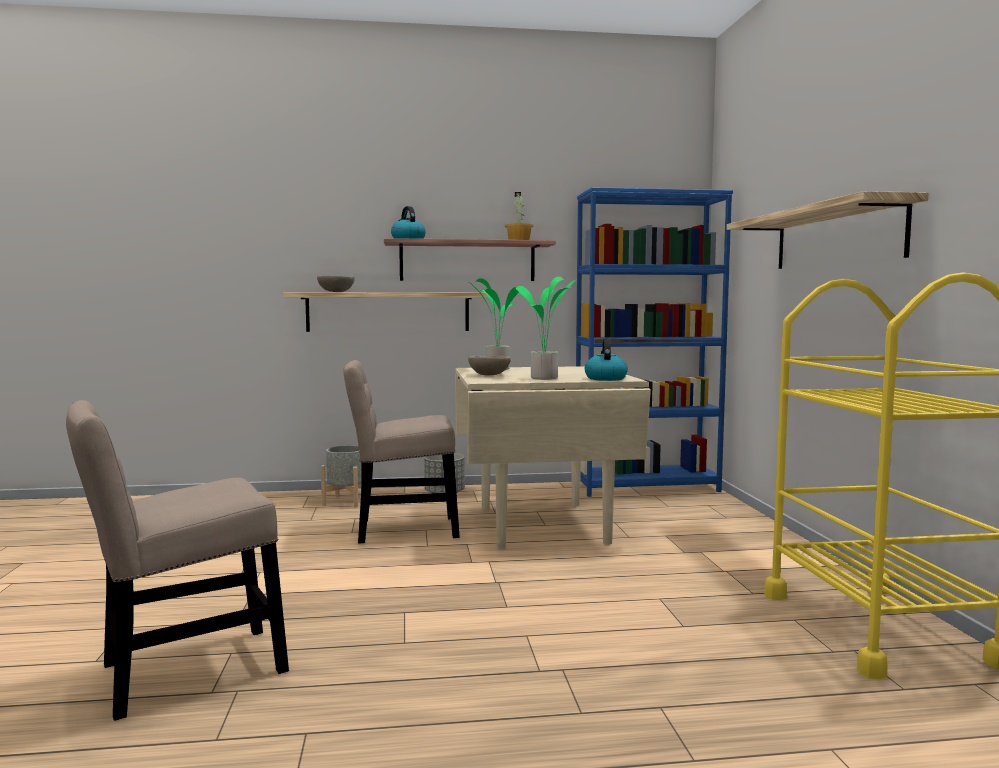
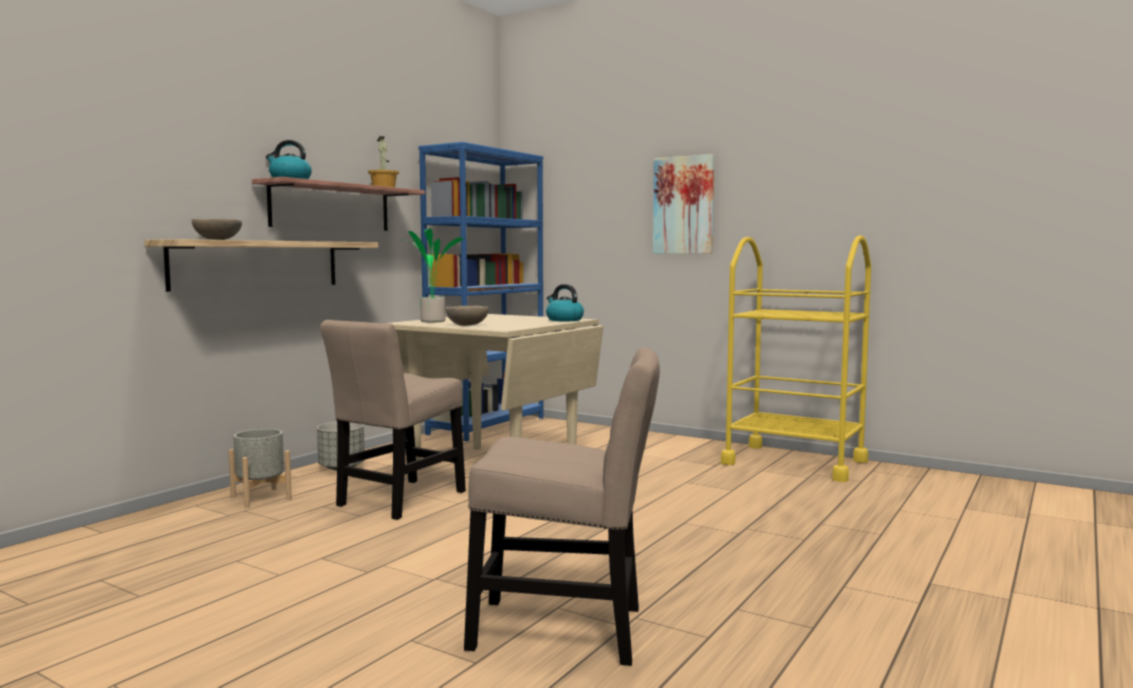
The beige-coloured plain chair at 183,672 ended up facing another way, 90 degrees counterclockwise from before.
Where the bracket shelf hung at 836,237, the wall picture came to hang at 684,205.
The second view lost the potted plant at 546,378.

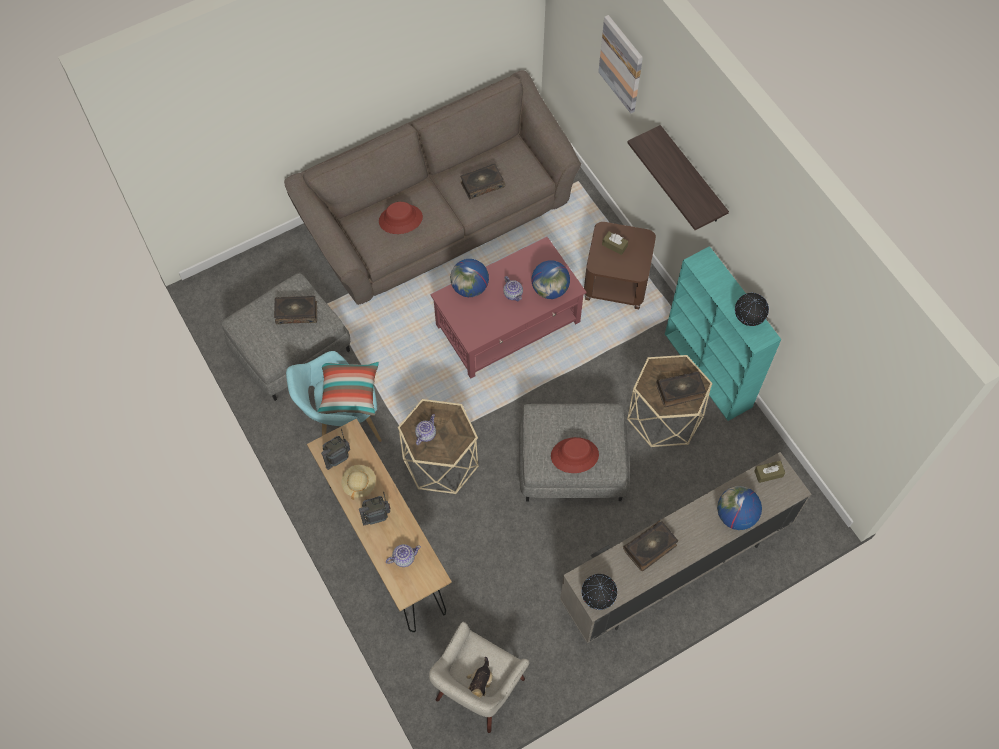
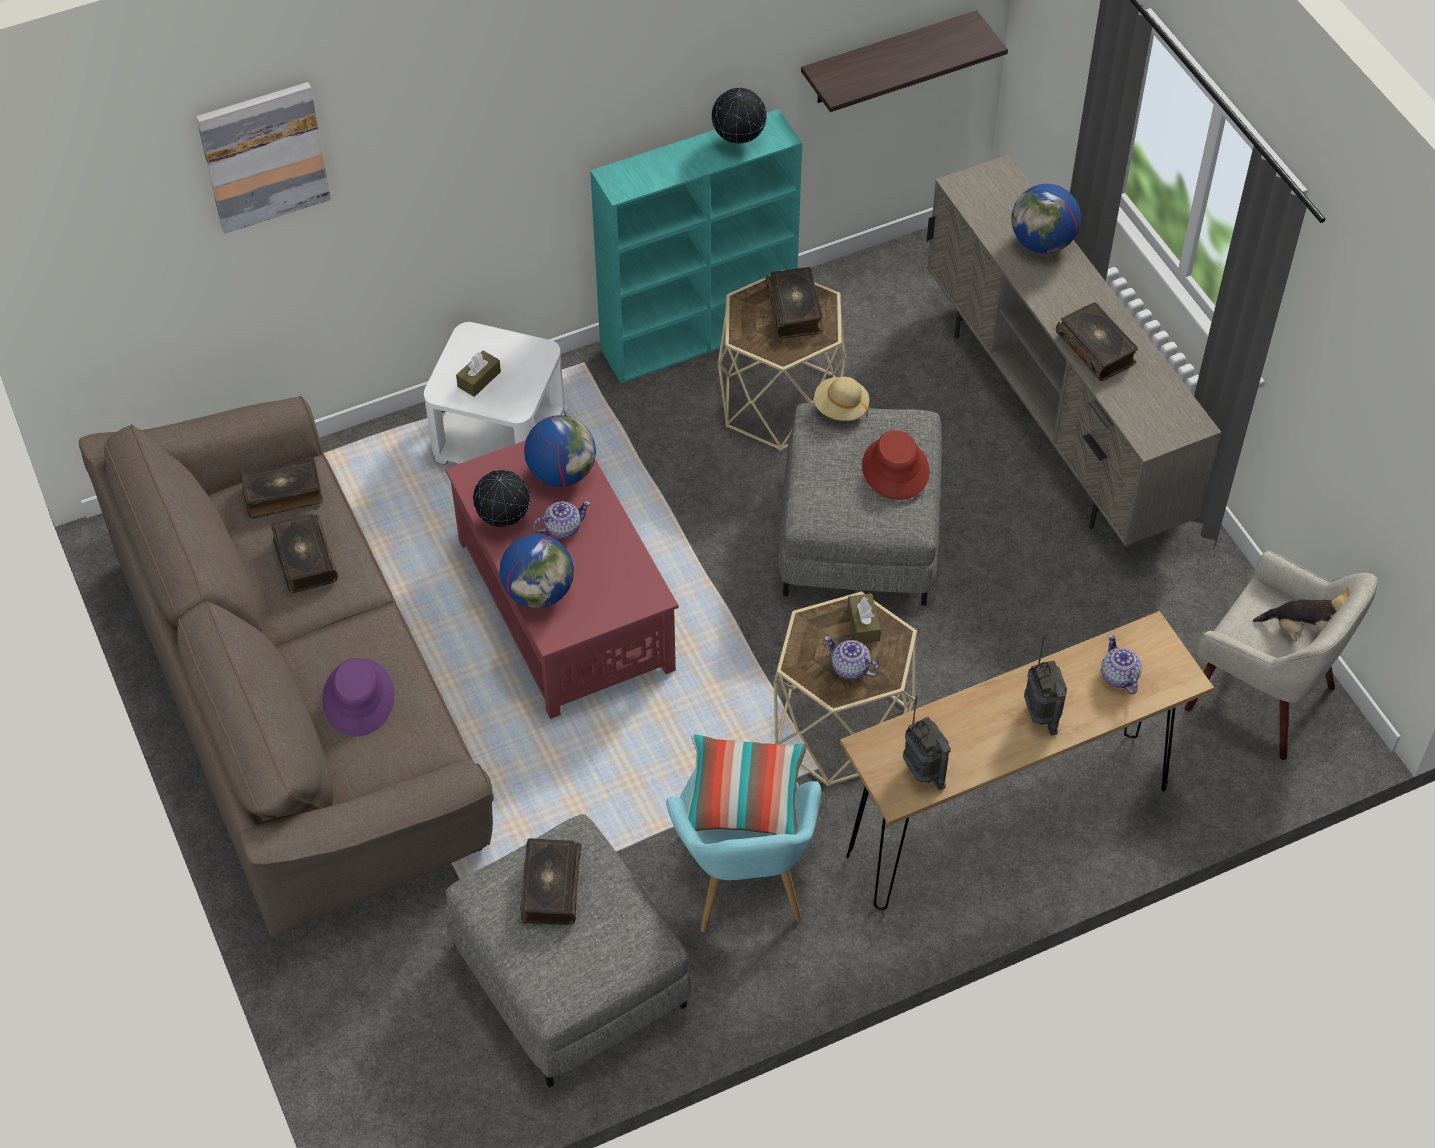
The second view gained the volume at 283,494.
What was the red hat at 400,219 turned into the purplish hat at 359,698.
What was the brown end table at 616,280 turned into the white end table at 499,437.
The world globe ended up elsewhere, having gone from 597,598 to 504,521.
The bracket shelf ended up elsewhere, having gone from 691,177 to 888,58.
The beige-coloured hat ended up elsewhere, having gone from 359,484 to 840,408.
The brown tissue box ended up elsewhere, having gone from 768,473 to 863,624.

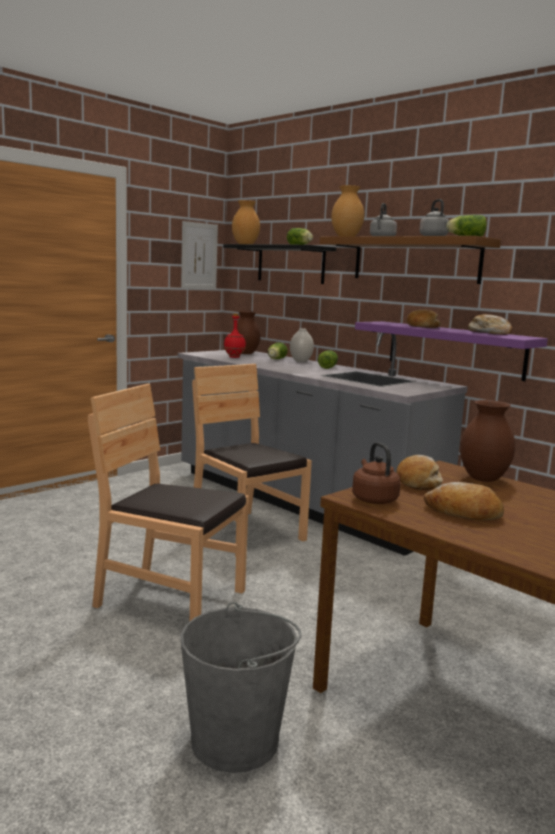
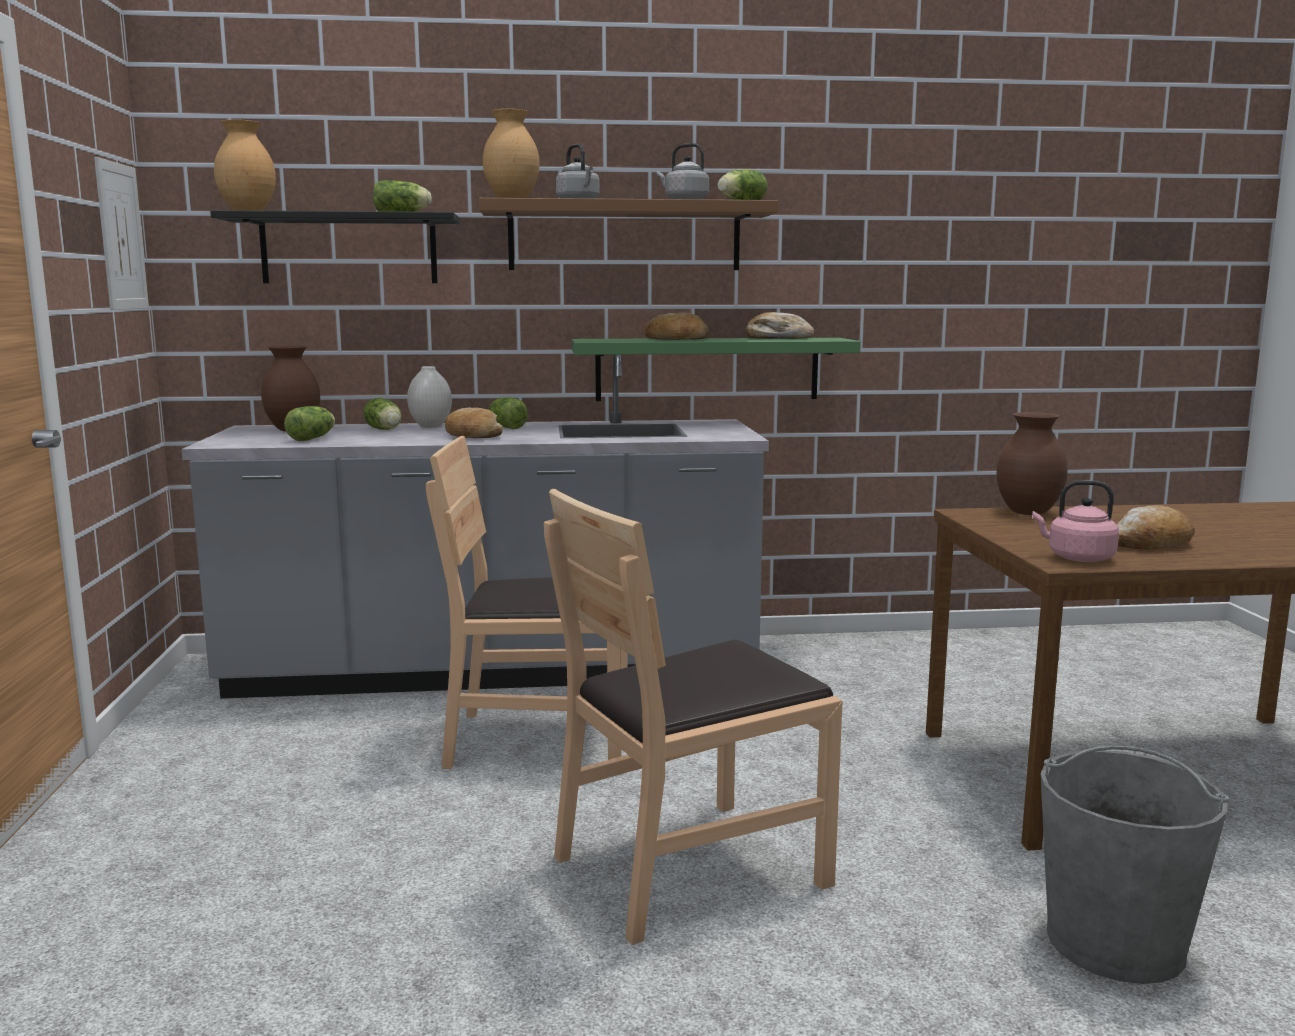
Where the red drink bottle stood at 234,357, the lettuce came to stand at 313,438.
The bread ended up elsewhere, having gone from 418,482 to 472,436.
What was the purplish bracket shelf at 454,349 turned into the green-coloured bracket shelf at 707,369.
What was the brown kettle at 373,499 turned into the pink-coloured kettle at 1077,558.

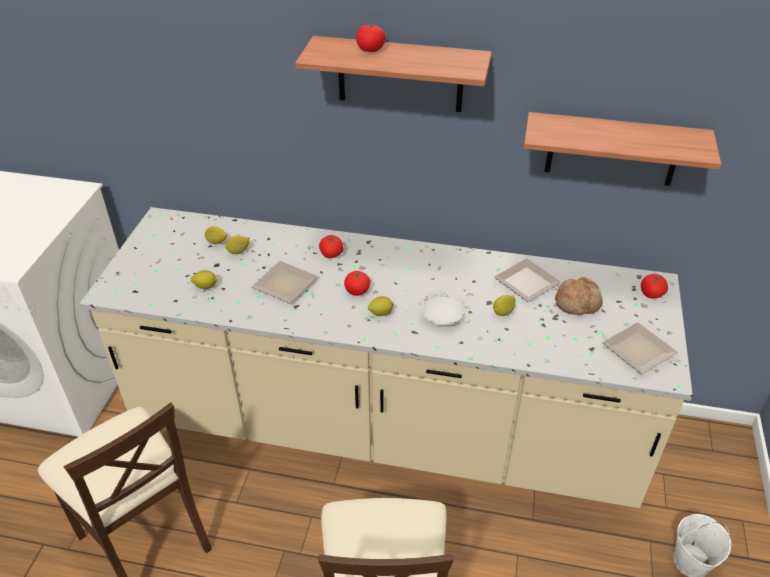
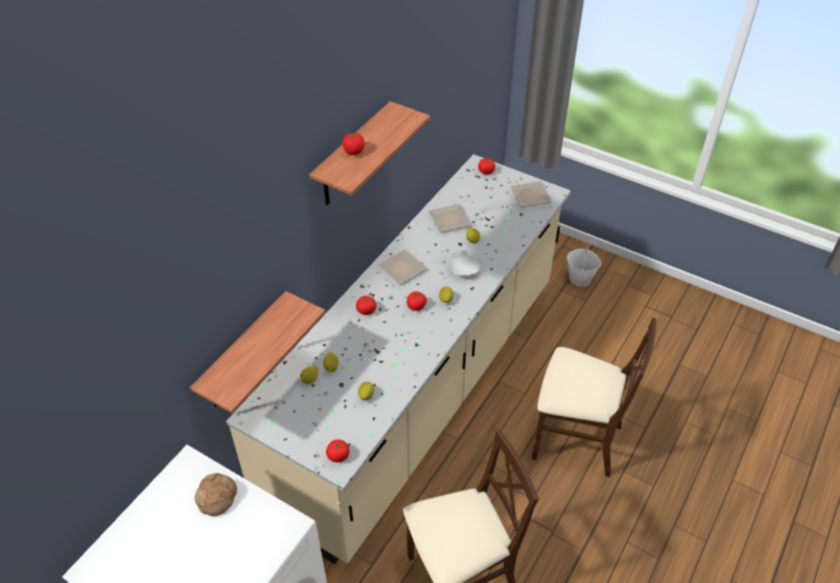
The bracket shelf ended up elsewhere, having gone from 612,149 to 244,353.
The bread ended up elsewhere, having gone from 577,302 to 216,497.
The second view gained the tomato at 338,456.
The plate ended up elsewhere, having gone from 285,286 to 404,269.

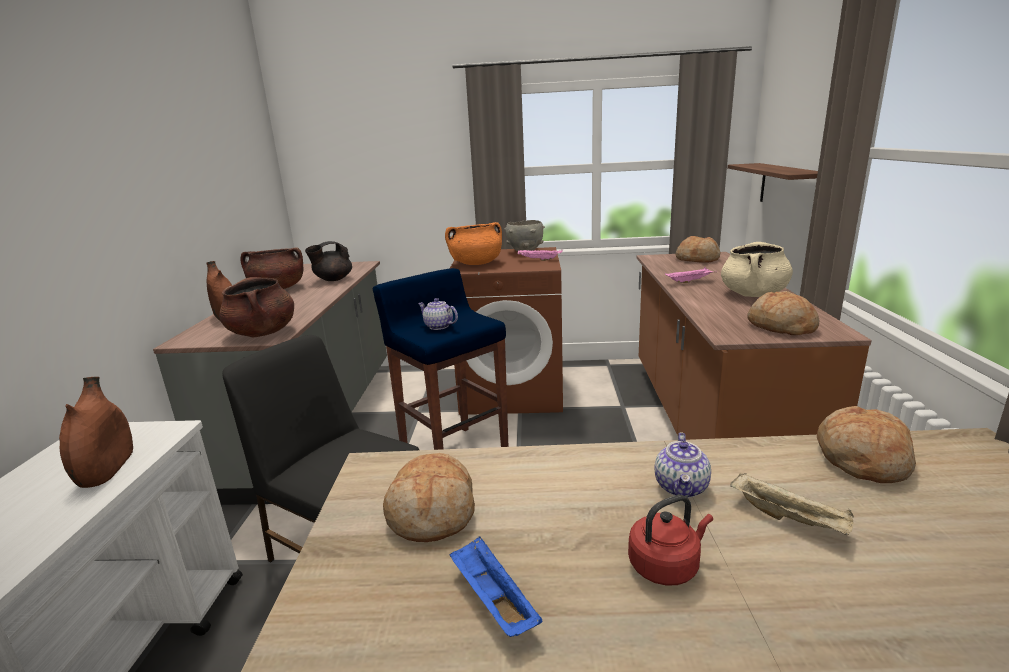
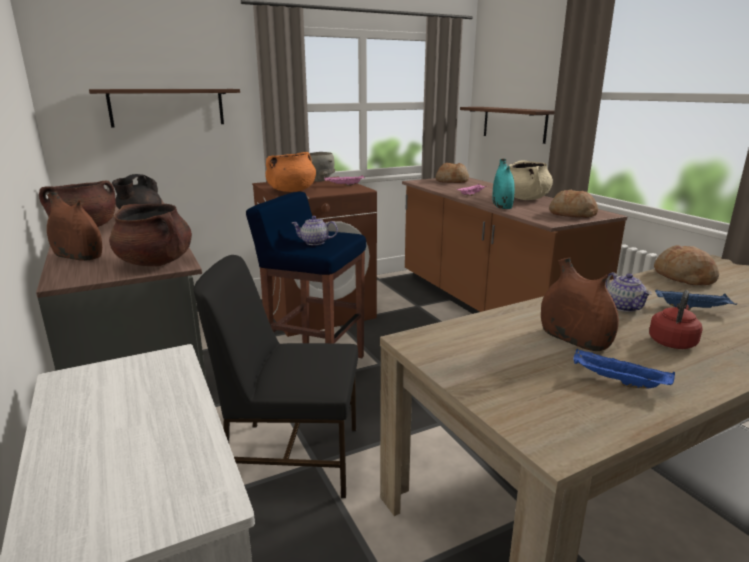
The second view gained the bracket shelf at 167,107.
The second view gained the turquoise flower vase at 501,206.
The brown flower vase ended up elsewhere, having gone from 106,468 to 574,340.
What was the beige-coloured serving tray at 789,518 turned into the blue-coloured serving tray at 692,308.
The second view lost the bread at 432,512.

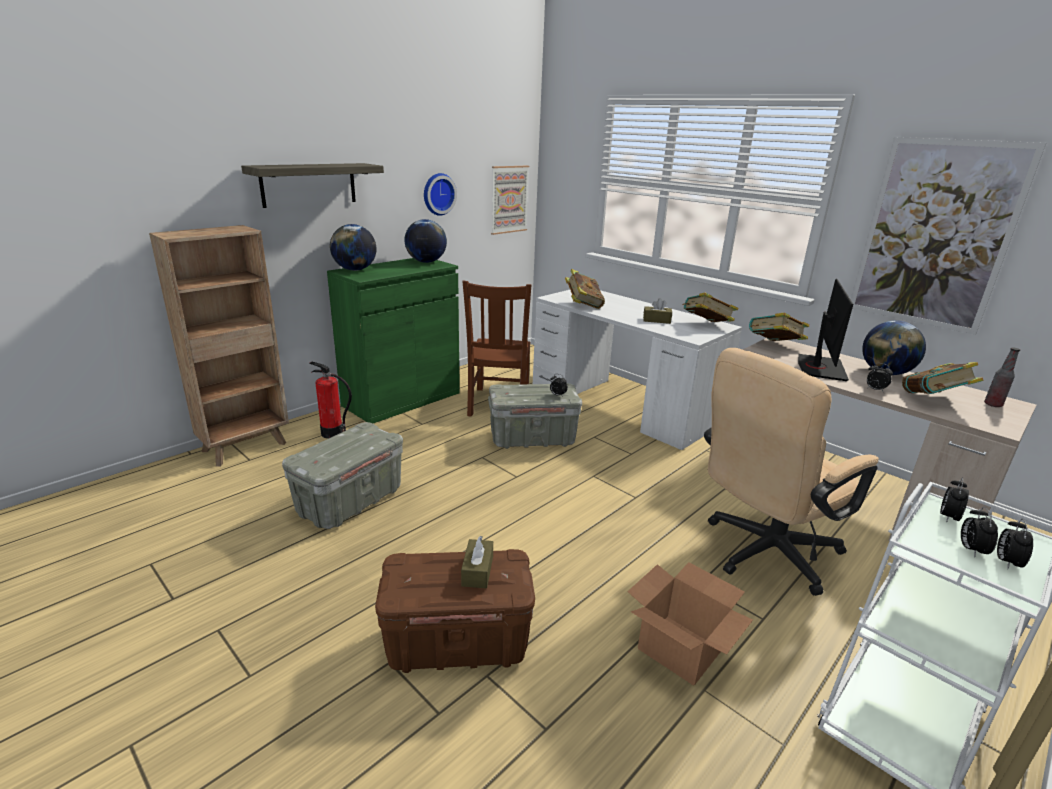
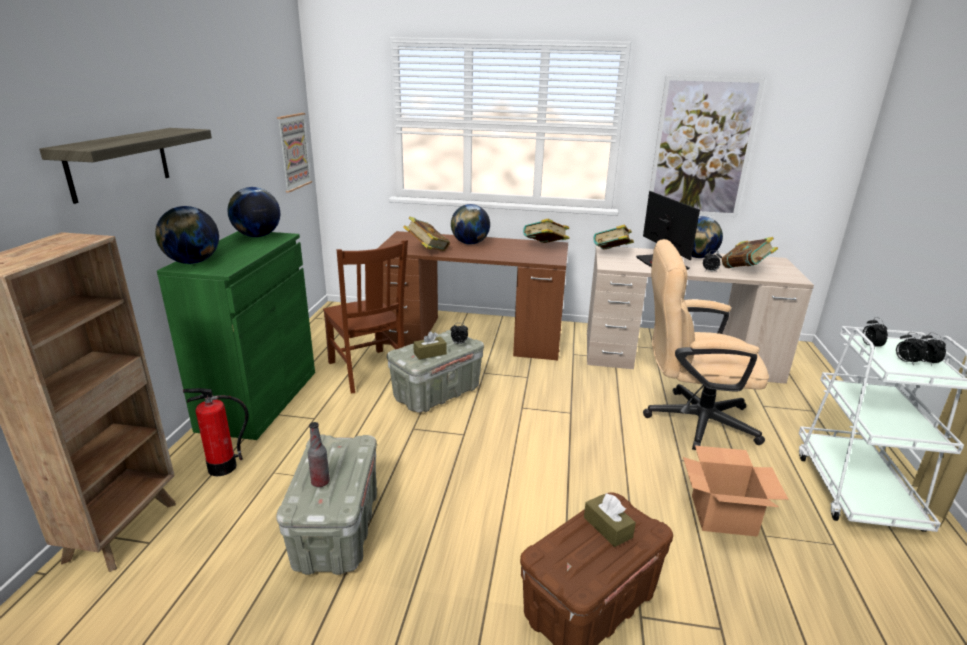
The drink bottle ended up elsewhere, having gone from 993,405 to 320,482.
What was the white desk table at 622,404 turned into the brown desk table at 473,336.
The brown tissue box ended up elsewhere, having gone from 656,320 to 430,353.
The second view gained the world globe at 470,243.
The beige-coloured desk chair at 762,554 ended up facing another way, 75 degrees clockwise from before.
The second view lost the hanging clock at 438,194.

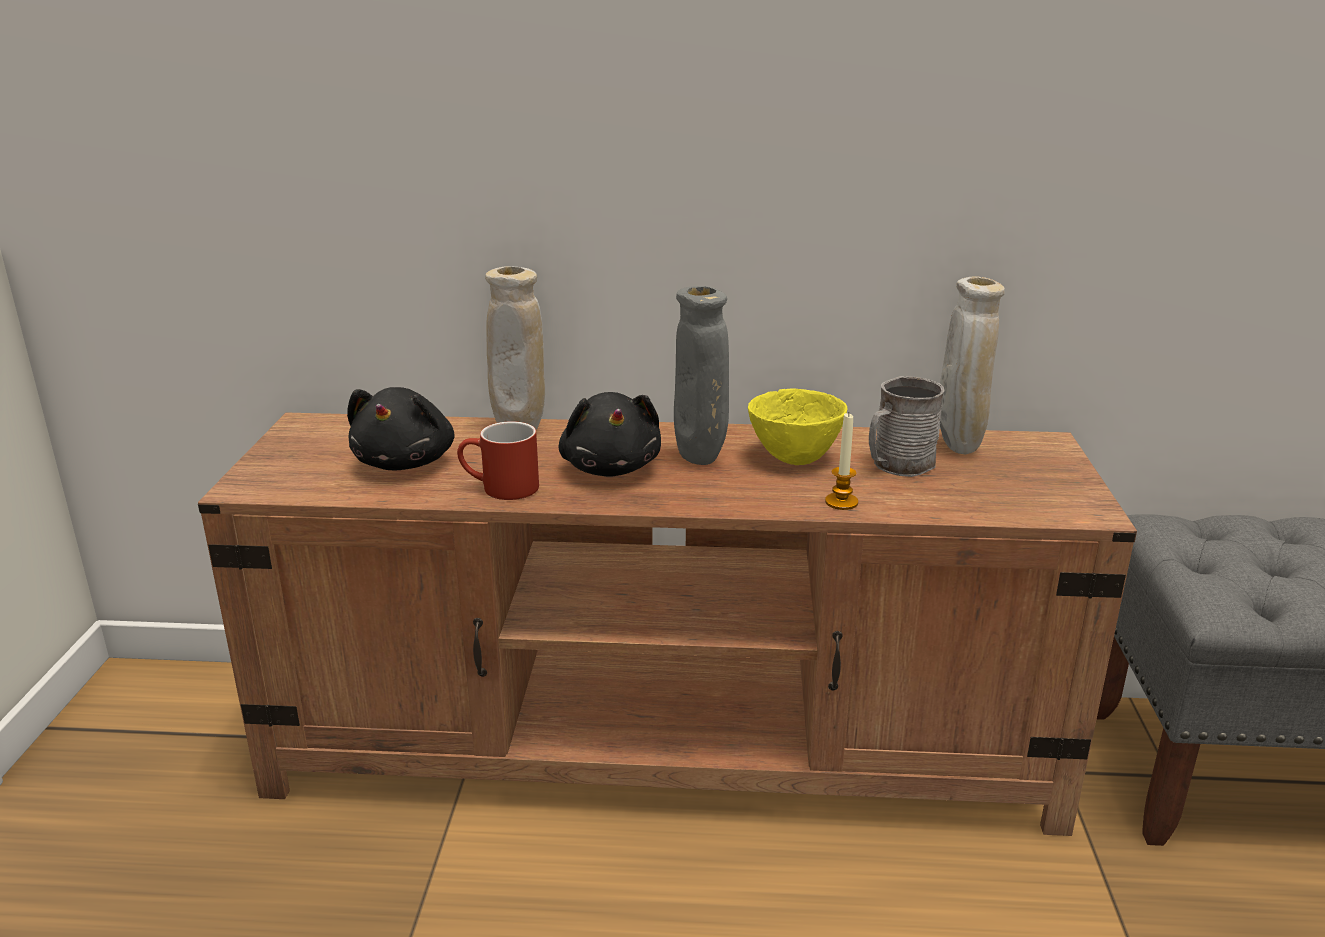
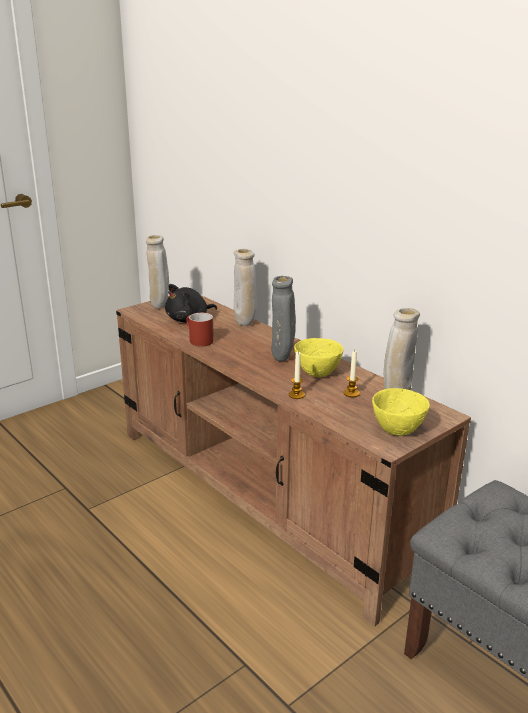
The second view gained the beige-coloured flower vase at 160,306.
Where the grey mug stood at 897,466, the wax candle came to stand at 351,393.
The second view gained the yellowish serving bowl at 396,430.
The second view lost the black-coloured soft toy at 611,467.

